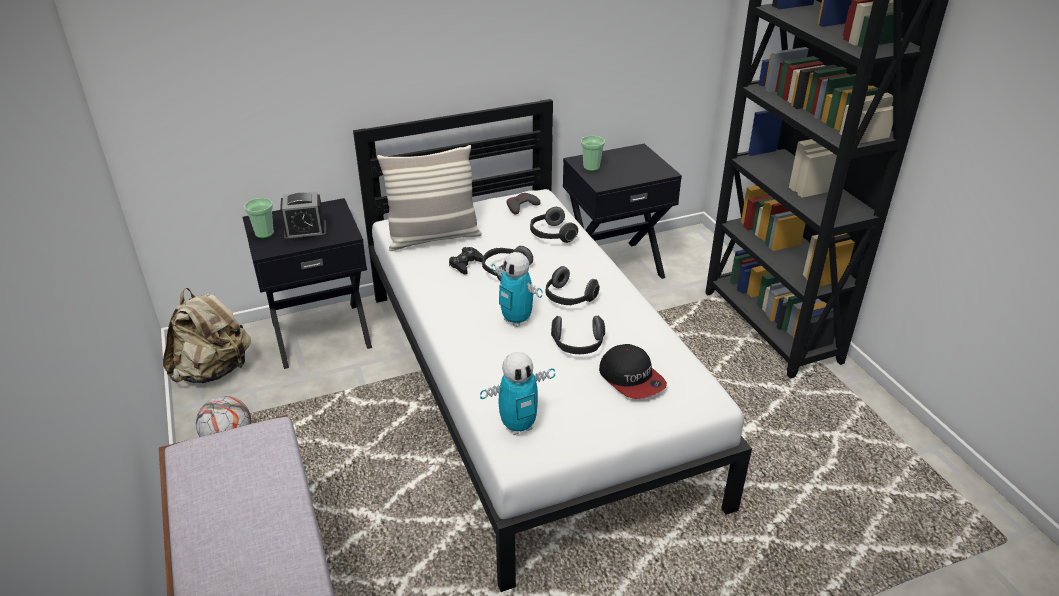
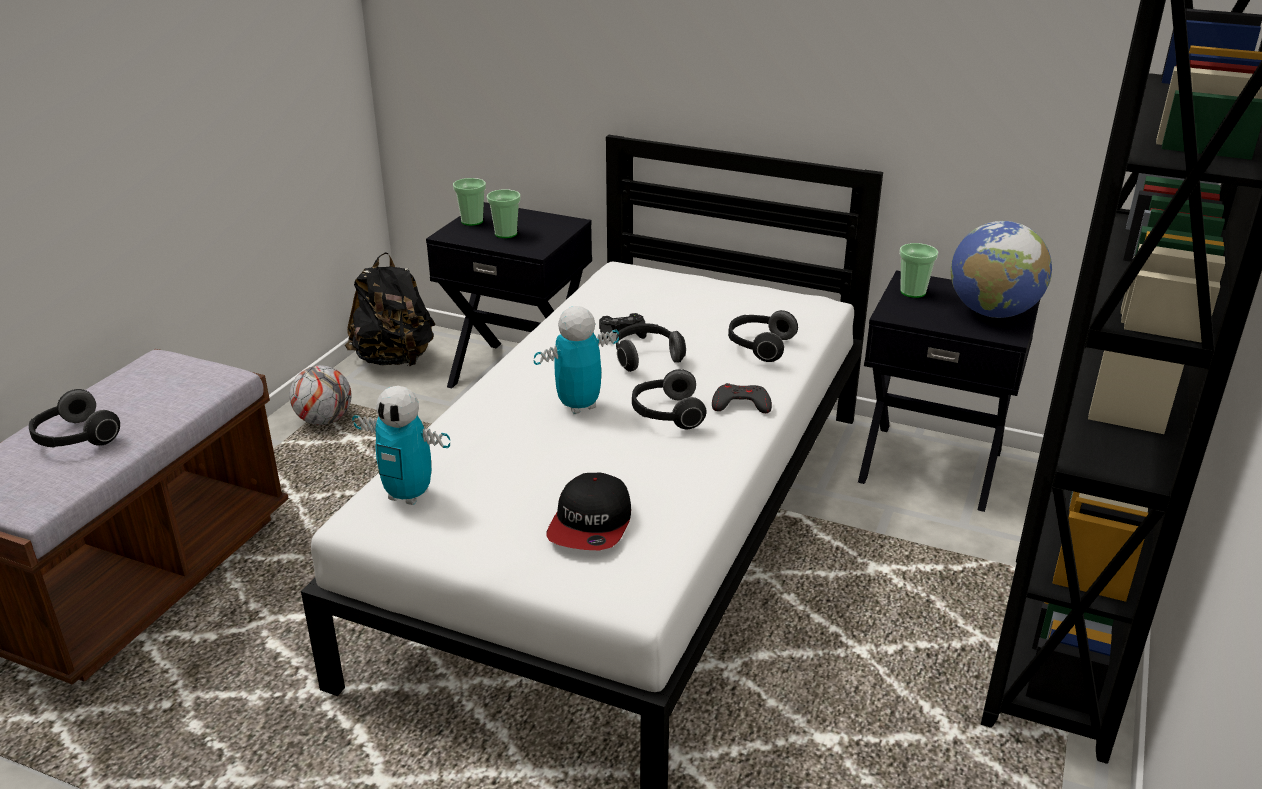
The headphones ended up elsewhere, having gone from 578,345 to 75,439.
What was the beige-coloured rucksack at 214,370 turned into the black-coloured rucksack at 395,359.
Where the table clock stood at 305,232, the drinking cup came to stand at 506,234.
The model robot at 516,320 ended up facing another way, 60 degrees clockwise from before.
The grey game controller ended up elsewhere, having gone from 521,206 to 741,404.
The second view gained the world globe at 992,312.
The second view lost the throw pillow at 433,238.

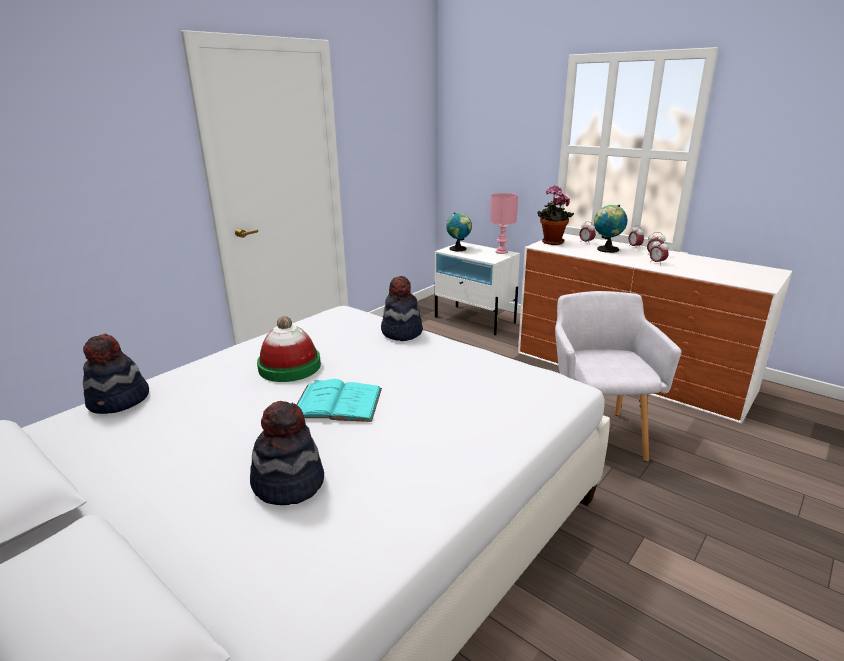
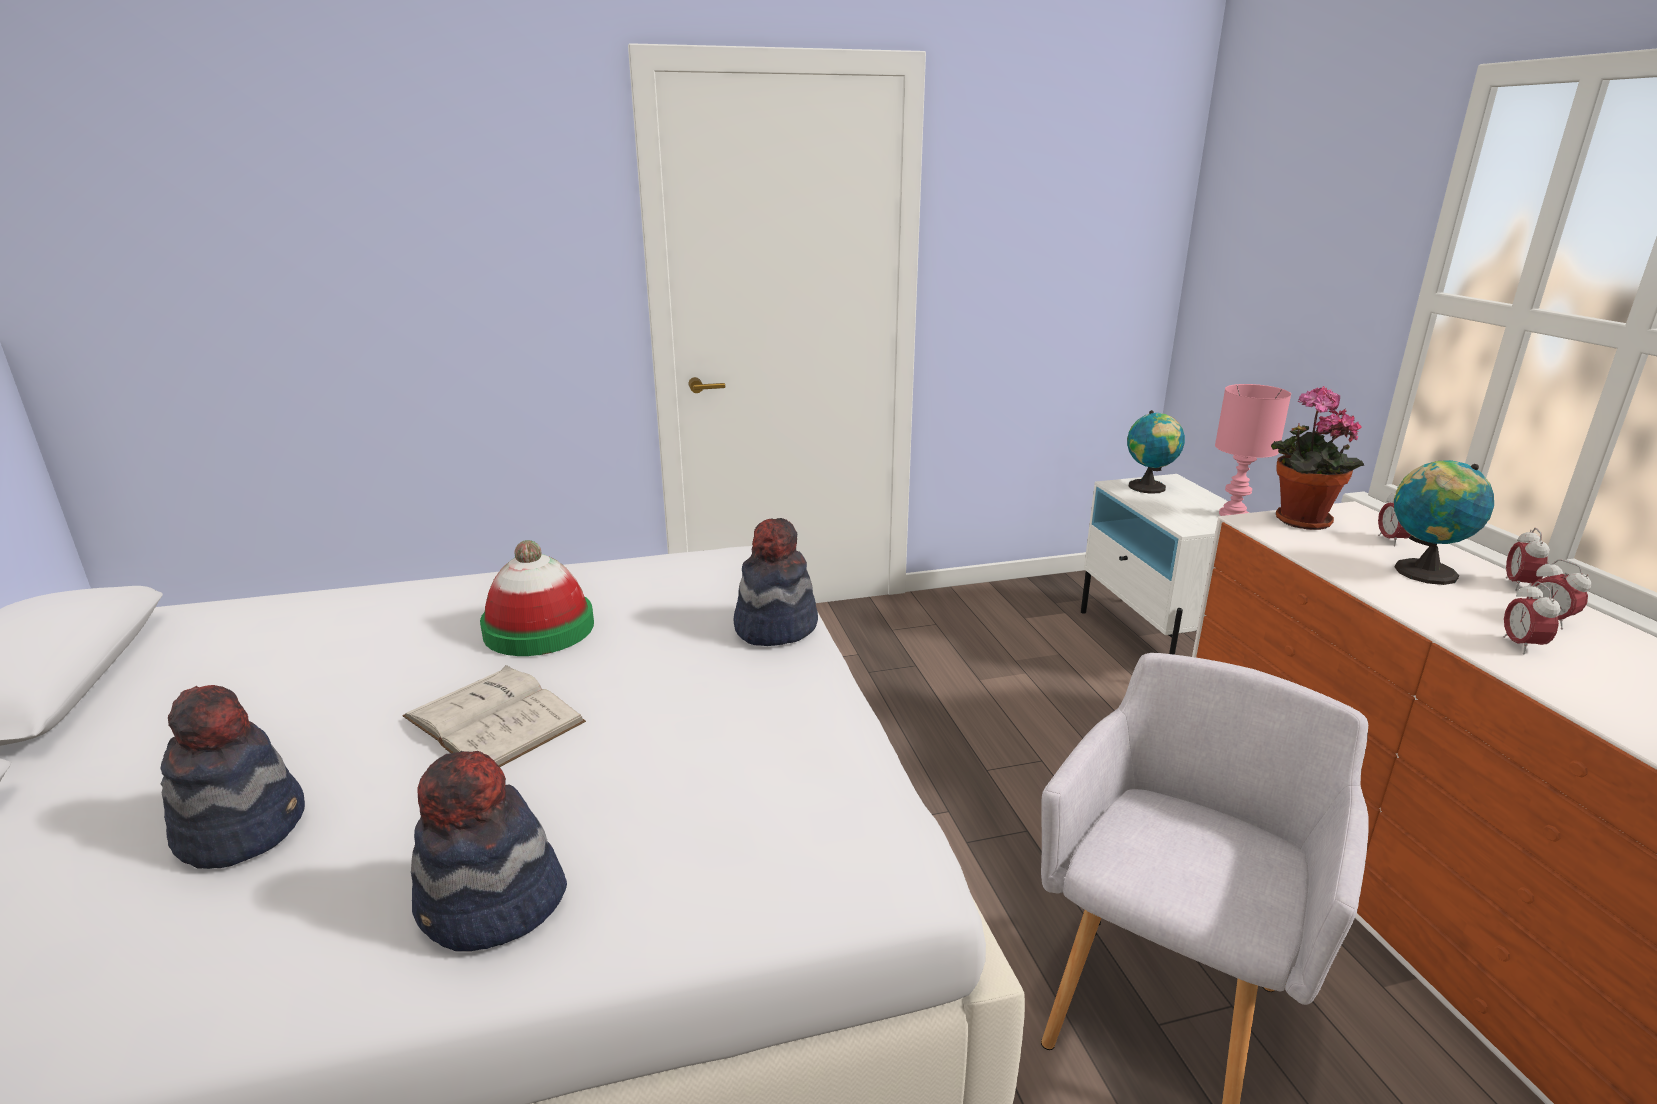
What was the turquoise volume at 337,403 turned into the white volume at 494,719.
The hat ended up elsewhere, having gone from 119,401 to 492,906.

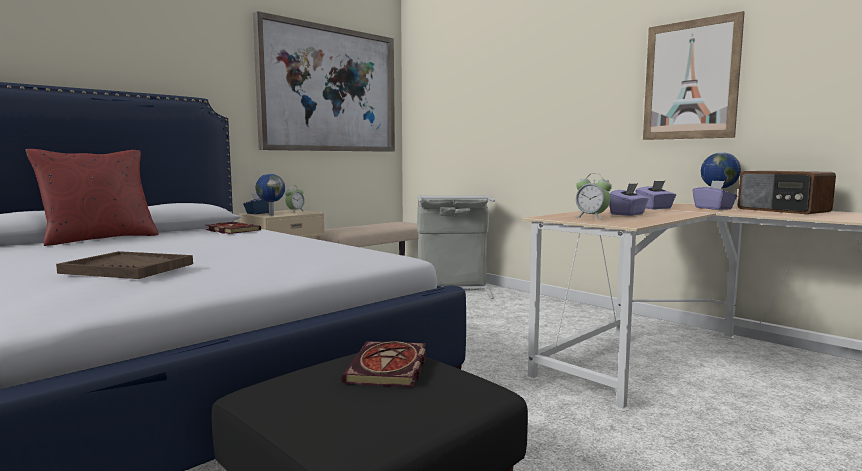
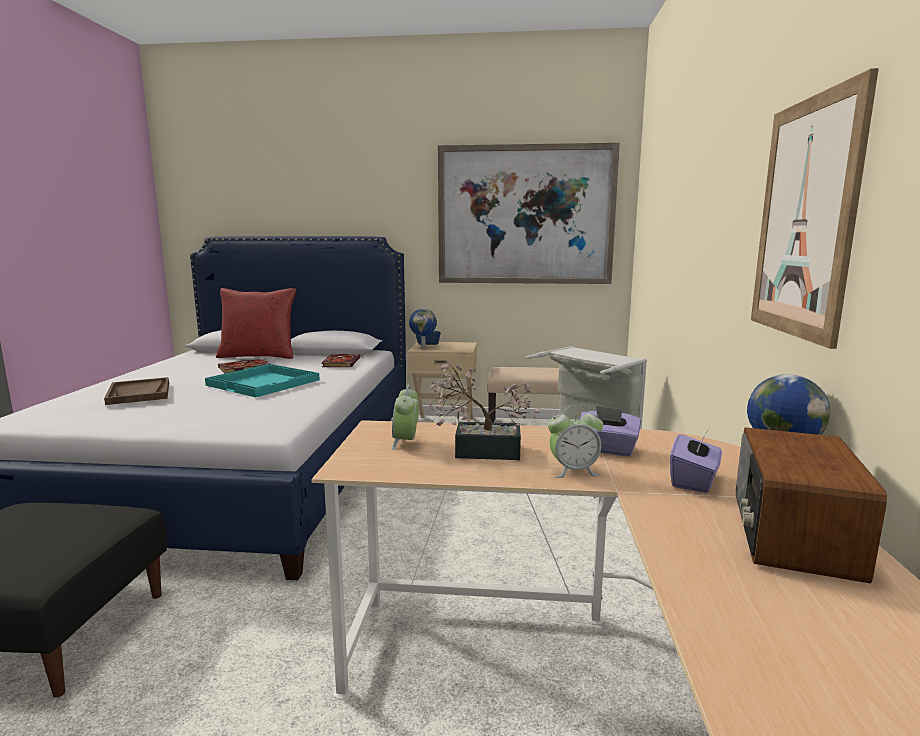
The second view gained the turquoise serving tray at 264,382.
The volume ended up elsewhere, having gone from 389,368 to 243,369.
Where the purplish tissue box stood at 628,214, the potted plant came to stand at 479,450.
The table clock ended up elsewhere, having gone from 295,211 to 573,471.

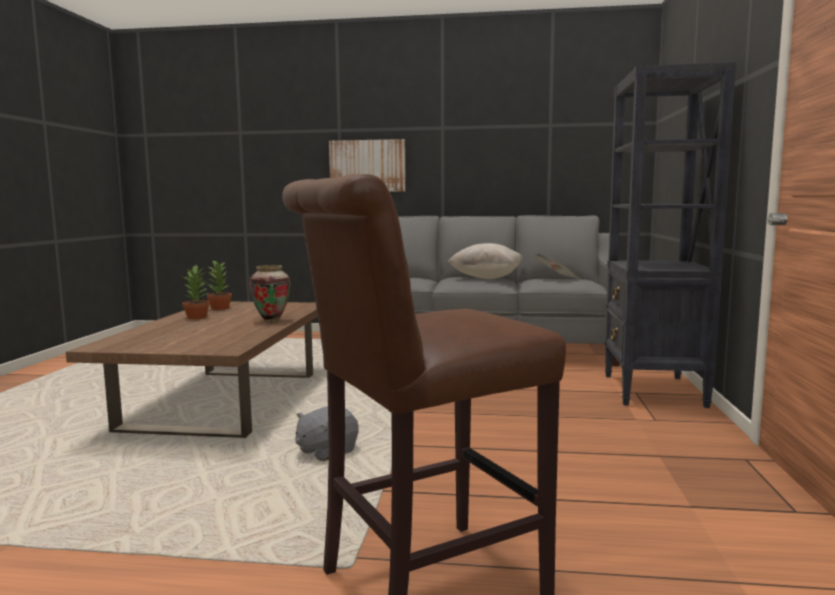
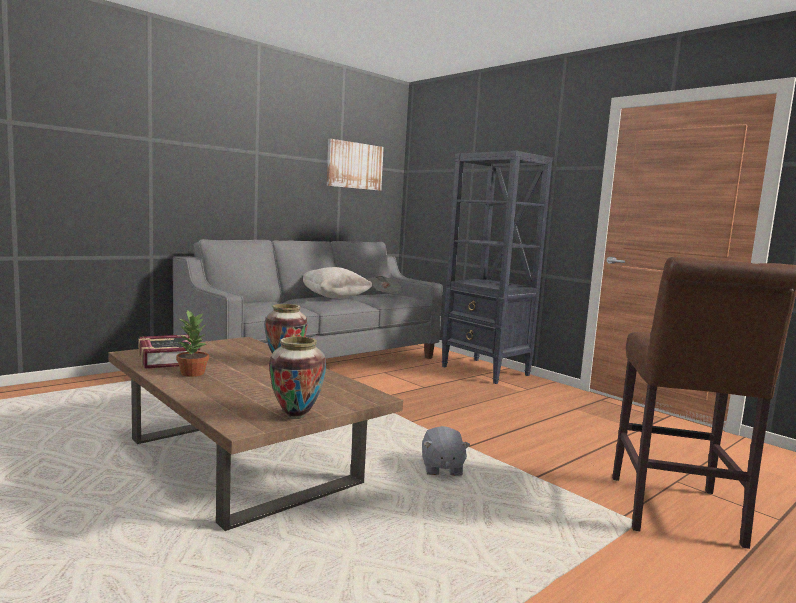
Where the potted plant stood at 220,308, the volume came to stand at 167,358.
The second view gained the flower vase at 296,416.
The wall picture ended up elsewhere, having gone from 367,166 to 354,165.

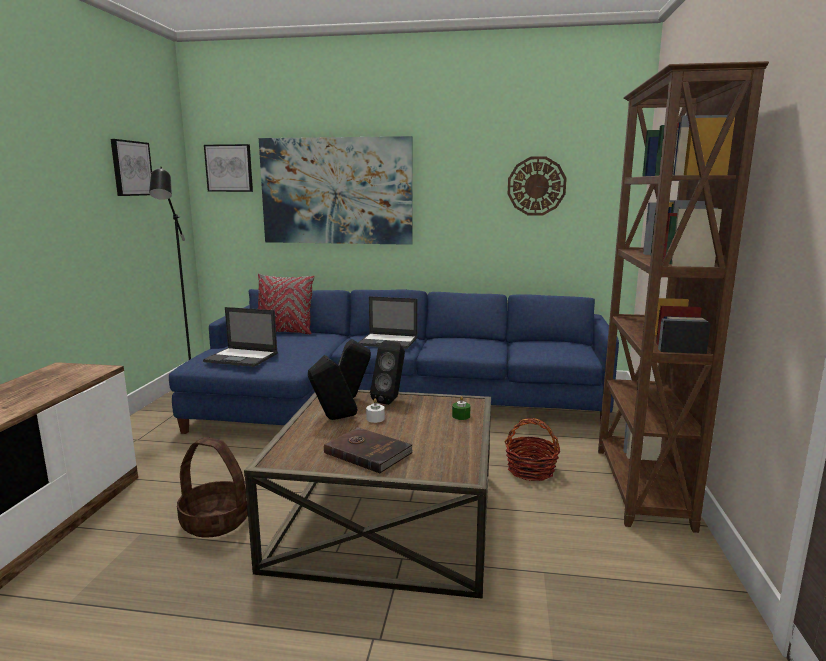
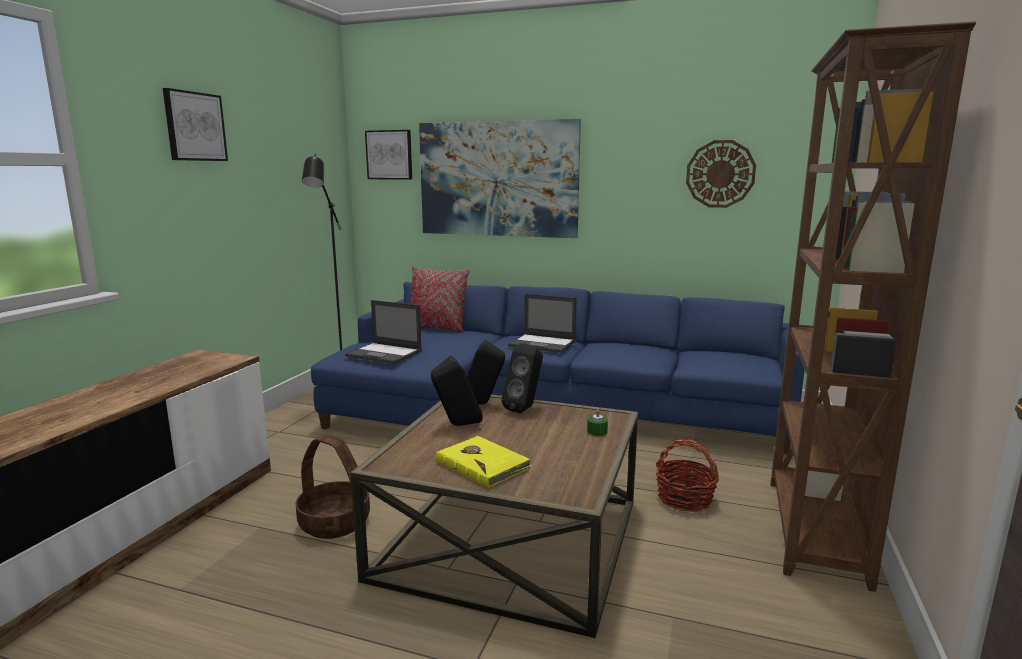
The wall picture ended up elsewhere, having gone from 131,168 to 194,126.
What was the brown volume at 368,452 turned into the yellowish volume at 483,464.
The second view lost the white wax candle at 375,419.

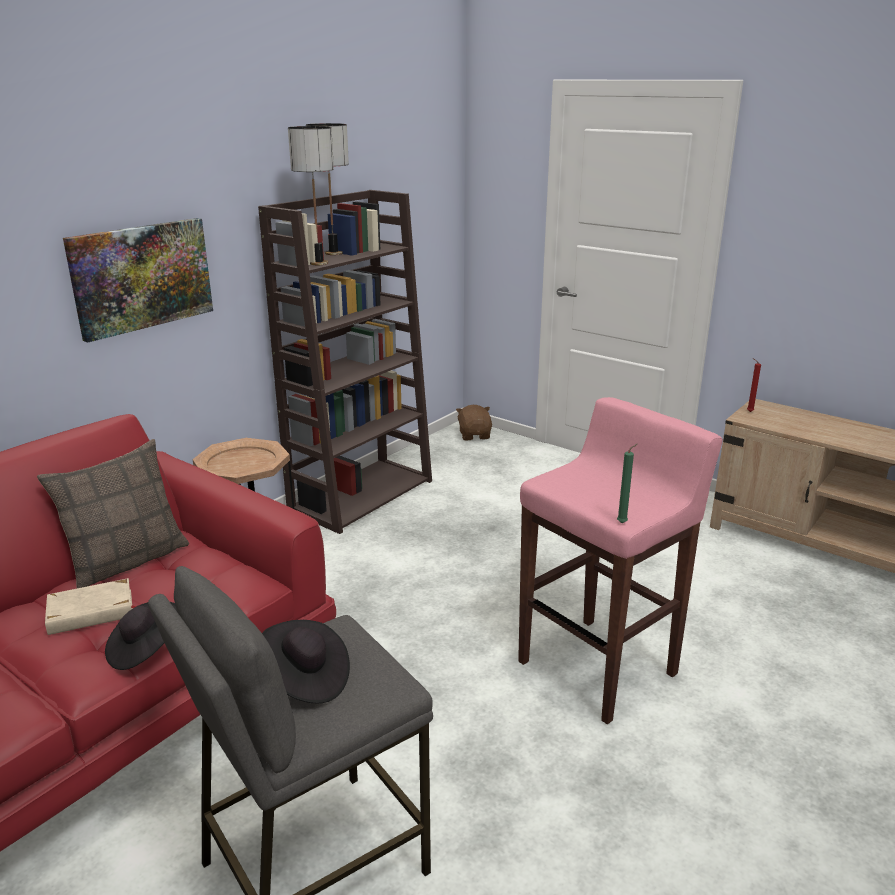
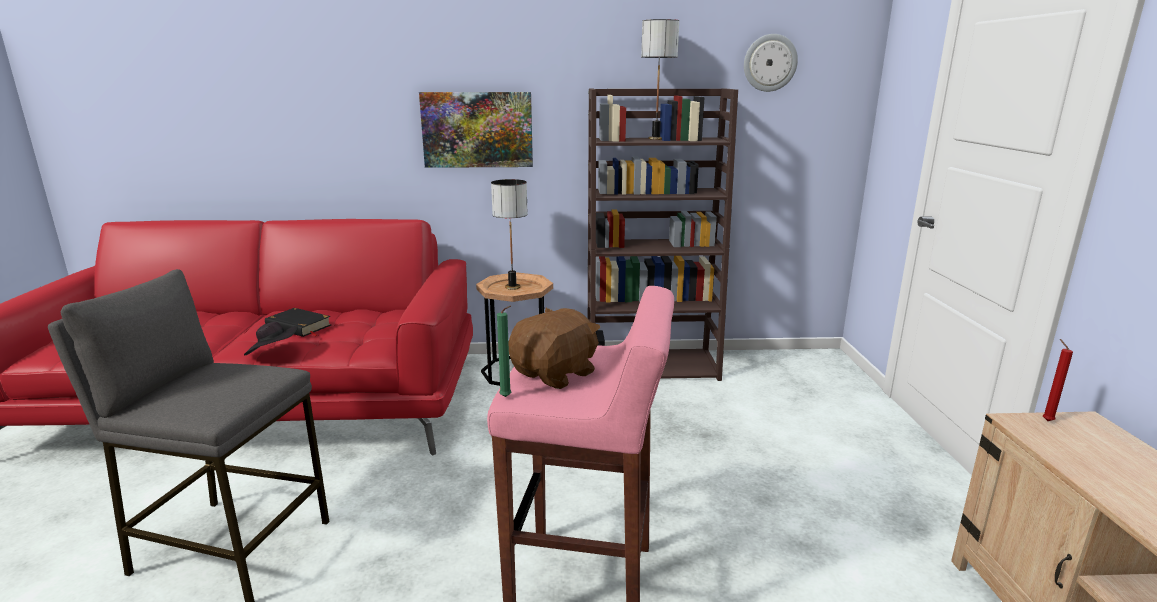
What was the beige-coloured volume at 91,612 turned into the black-coloured volume at 298,326.
The lamp for a table ended up elsewhere, having gone from 318,263 to 512,287.
The brown soft toy ended up elsewhere, having gone from 475,435 to 556,374.
The second view gained the hanging clock at 770,63.
The second view lost the throw pillow at 127,560.
The second view lost the black-coloured hat at 305,679.

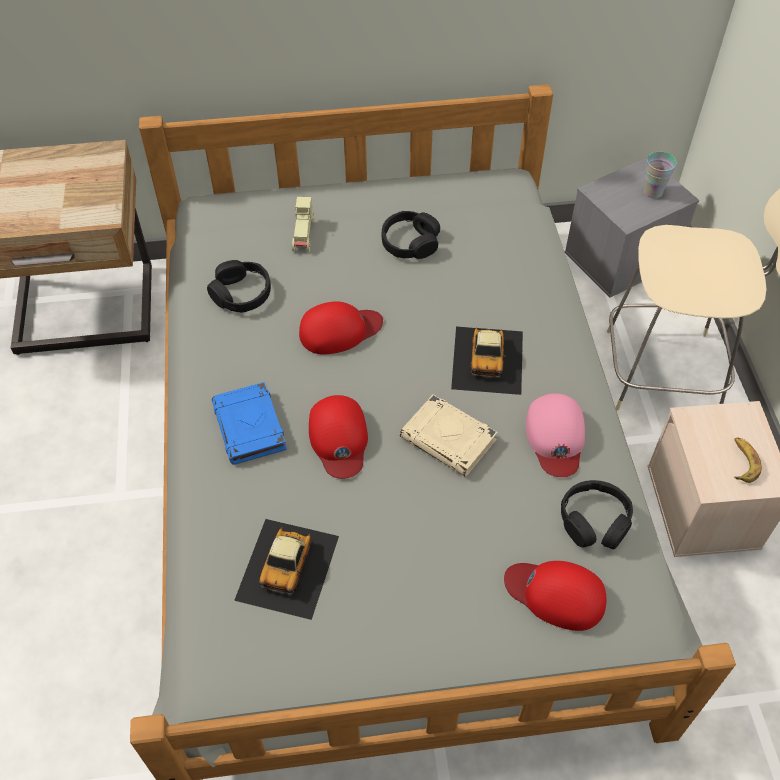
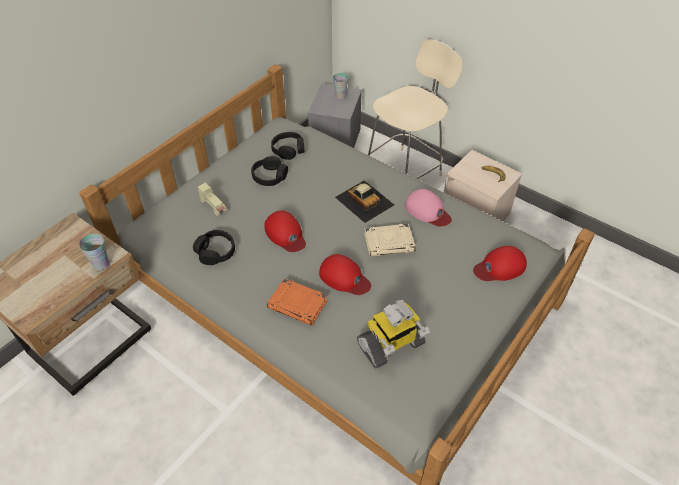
The second view gained the drinking cup at 101,264.
The red cap at 339,330 ended up facing another way, 120 degrees clockwise from before.
What was the blue-coloured volume at 250,427 turned into the orangey volume at 298,304.
The black-coloured headphones ended up elsewhere, having gone from 594,521 to 288,150.
Where the miniature car stood at 288,567, the model robot came to stand at 391,345.

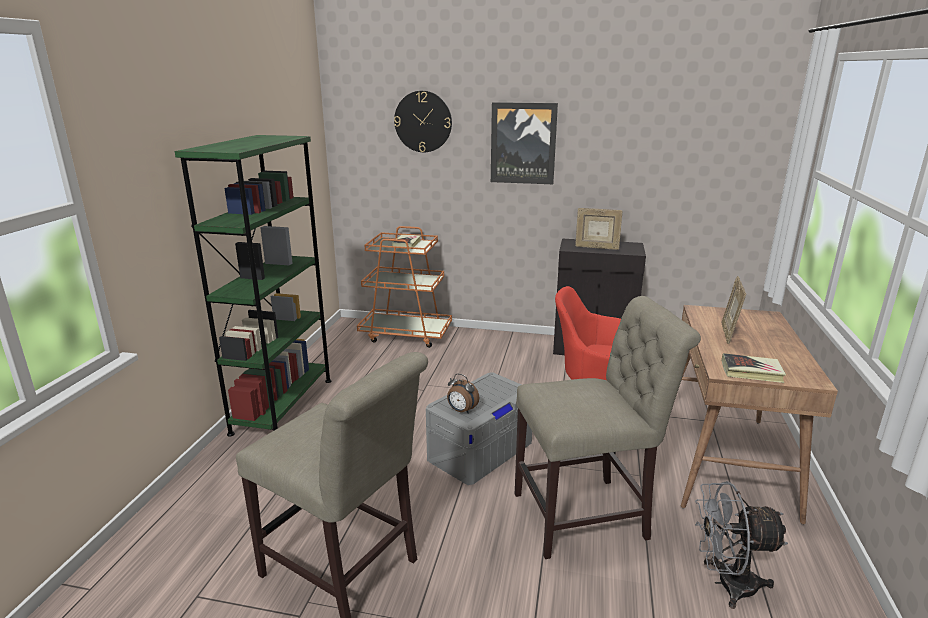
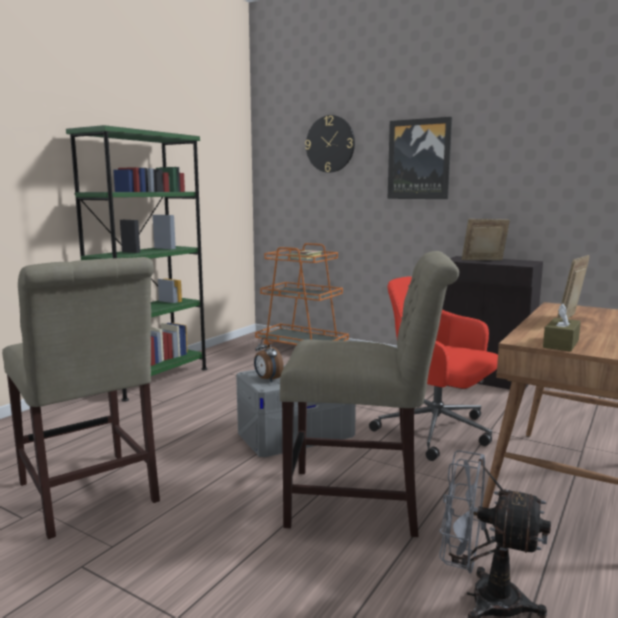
The photo frame at 596,248 ended up facing another way, 120 degrees clockwise from before.
Where the volume stood at 751,372, the brown tissue box came to stand at 561,344.

